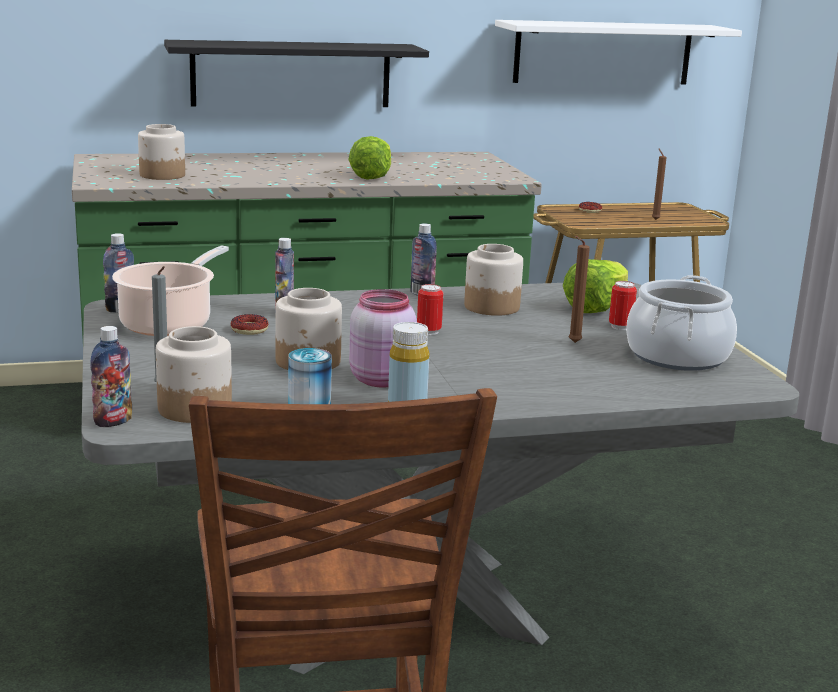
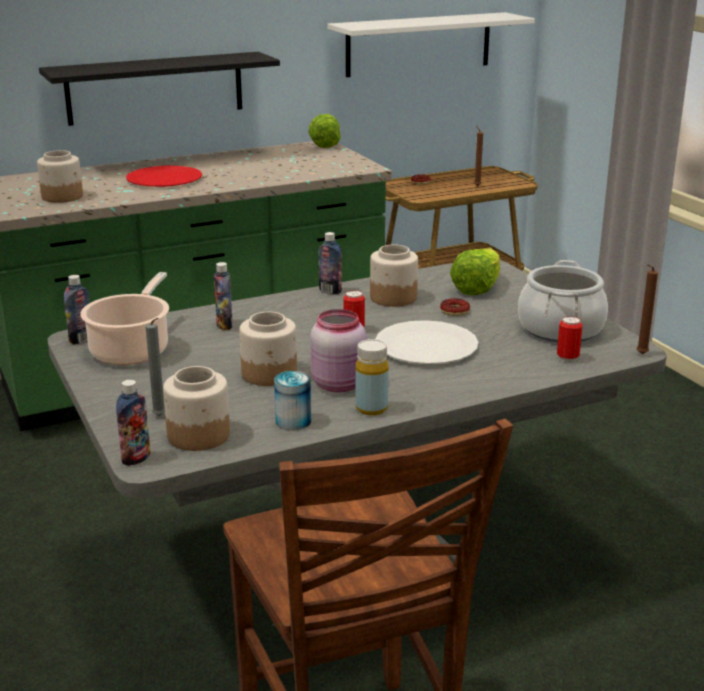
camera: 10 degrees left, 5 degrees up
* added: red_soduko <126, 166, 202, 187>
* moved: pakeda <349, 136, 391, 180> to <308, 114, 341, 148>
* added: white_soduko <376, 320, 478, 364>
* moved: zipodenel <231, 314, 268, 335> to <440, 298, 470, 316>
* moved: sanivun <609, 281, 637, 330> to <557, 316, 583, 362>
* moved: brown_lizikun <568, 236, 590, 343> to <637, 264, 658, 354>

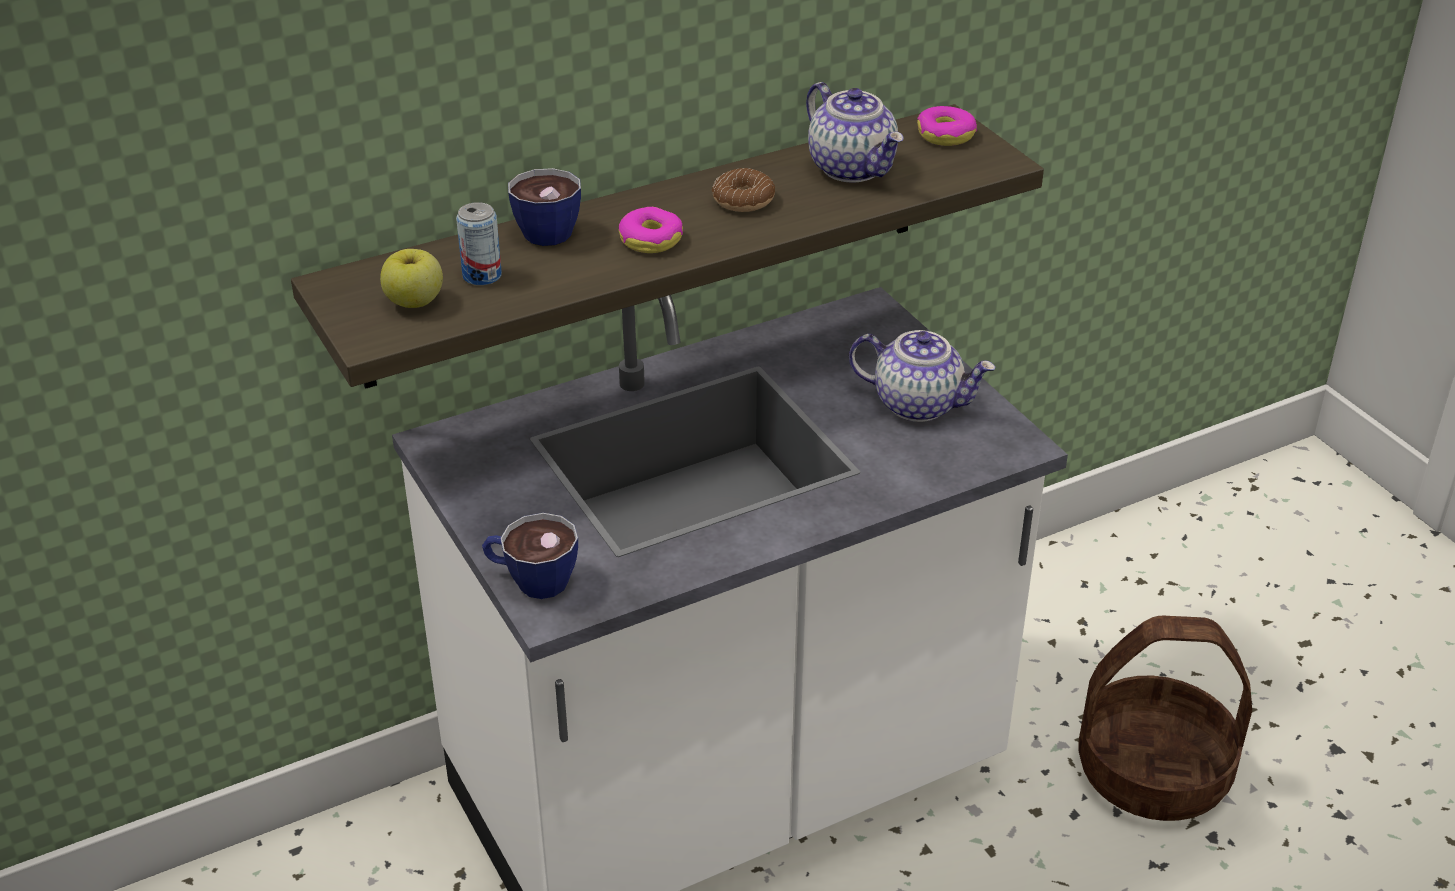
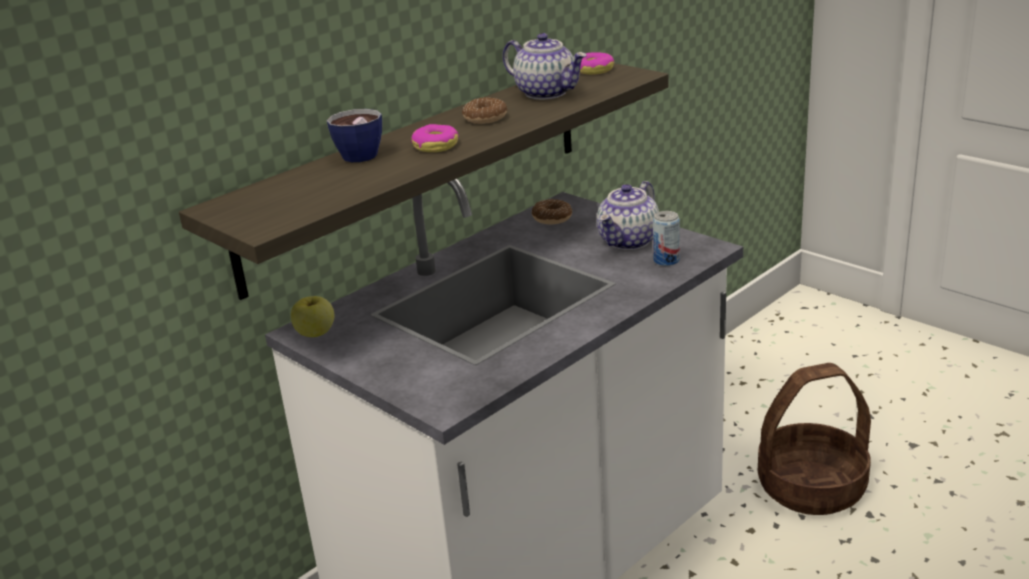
camera: 15 degrees left, 10 degrees down
* moved: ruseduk <380, 249, 443, 308> to <291, 296, 334, 337>
* added: zipodenel <532, 199, 573, 224>
* turned: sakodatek <849, 330, 996, 422> = <597, 181, 659, 250> 120 degrees clockwise
* moved: sanivun <456, 202, 502, 285> to <653, 211, 680, 266>
* removed: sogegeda <482, 513, 578, 599>

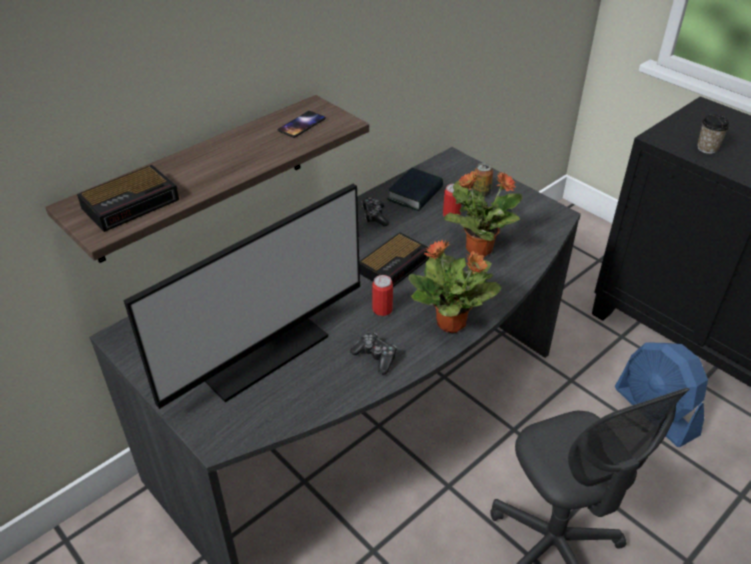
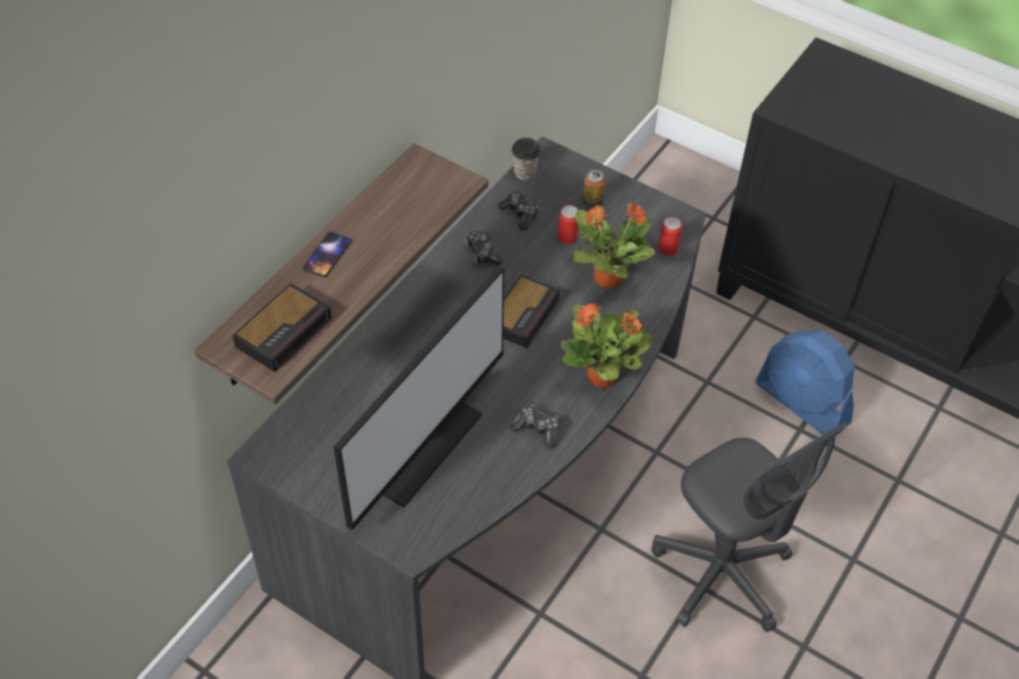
camera: 15 degrees left, 10 degrees up
* moved: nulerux <278, 111, 326, 138> to <302, 232, 352, 278>
* replaced: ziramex <387, 168, 443, 211> to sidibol <498, 191, 539, 230>
* moved: sogegeda <697, 114, 729, 154> to <512, 138, 540, 180>
* moved: sanivun <372, 275, 393, 316> to <658, 217, 682, 256>

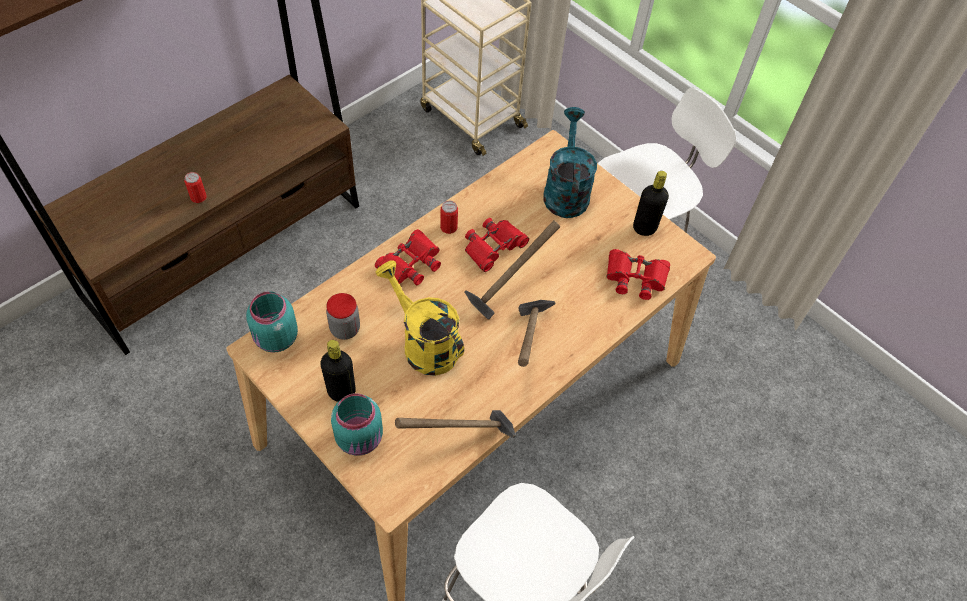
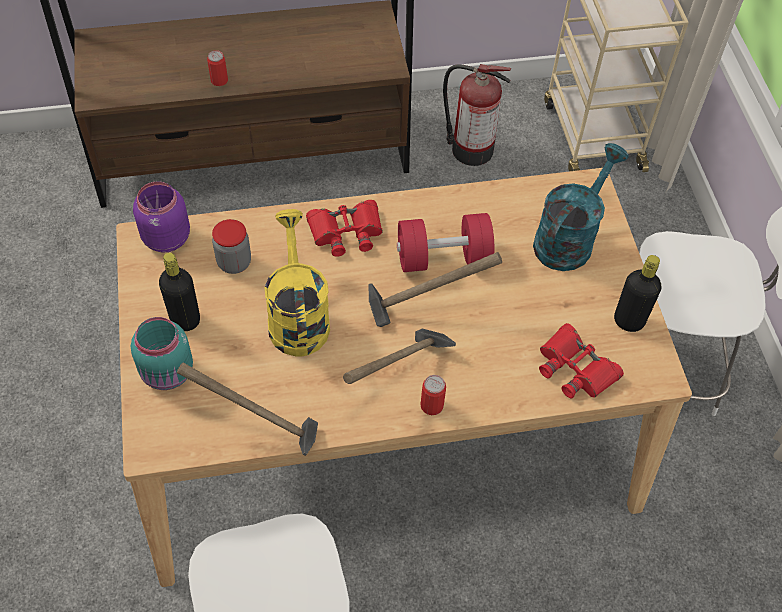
camera: 35 degrees right, 0 degrees up
* recoloured: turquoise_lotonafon <246, 291, 298, 353> to purple_lotonafon <133, 181, 190, 253>
* replaced: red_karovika <465, 218, 529, 272> to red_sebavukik <397, 213, 494, 272>
* moved: sanivun <440, 201, 458, 234> to <420, 375, 446, 415>
* added: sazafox <443, 64, 511, 166>

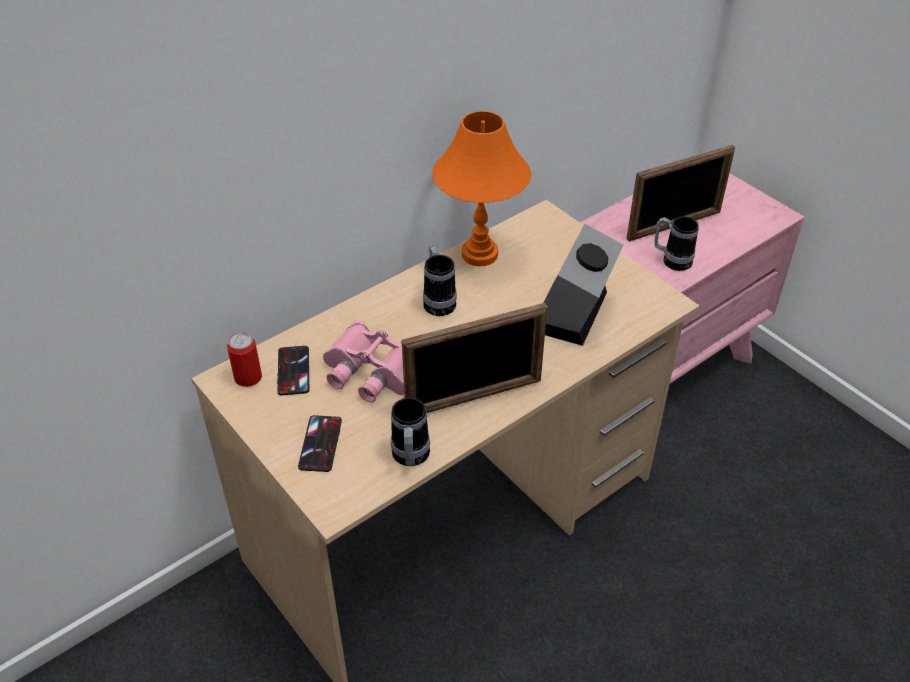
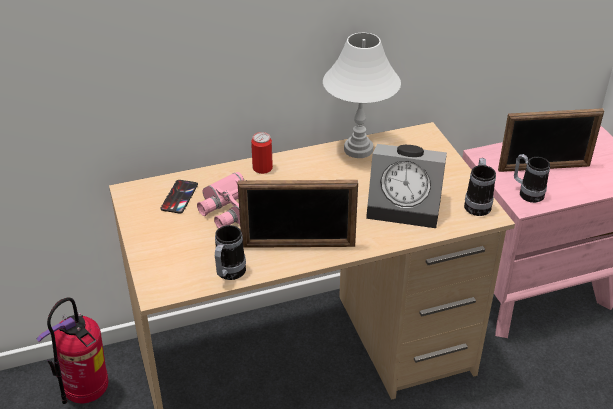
camera: 20 degrees right, 5 degrees down
* added: sazafox <36, 298, 108, 404>
* moved: sanivun <227, 332, 262, 387> to <251, 132, 273, 174>
* recoloured: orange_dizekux <432, 111, 531, 266> to white_dizekux <323, 33, 401, 158>
* turned: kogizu <543, 224, 623, 346> = <366, 144, 447, 228> 120 degrees counterclockwise
* moved: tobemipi <423, 246, 457, 316> to <464, 158, 496, 216>
* removed: nulerux <298, 415, 342, 472>

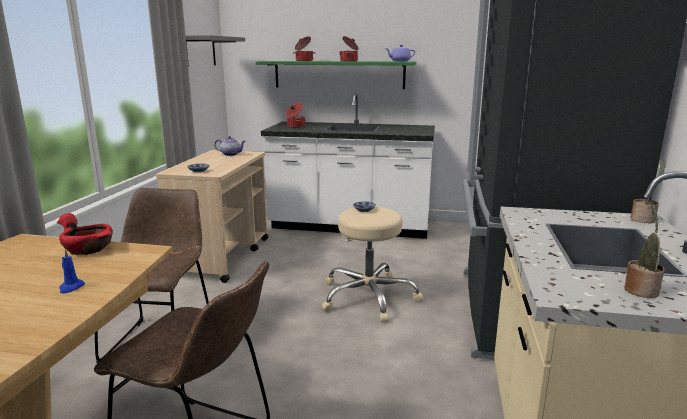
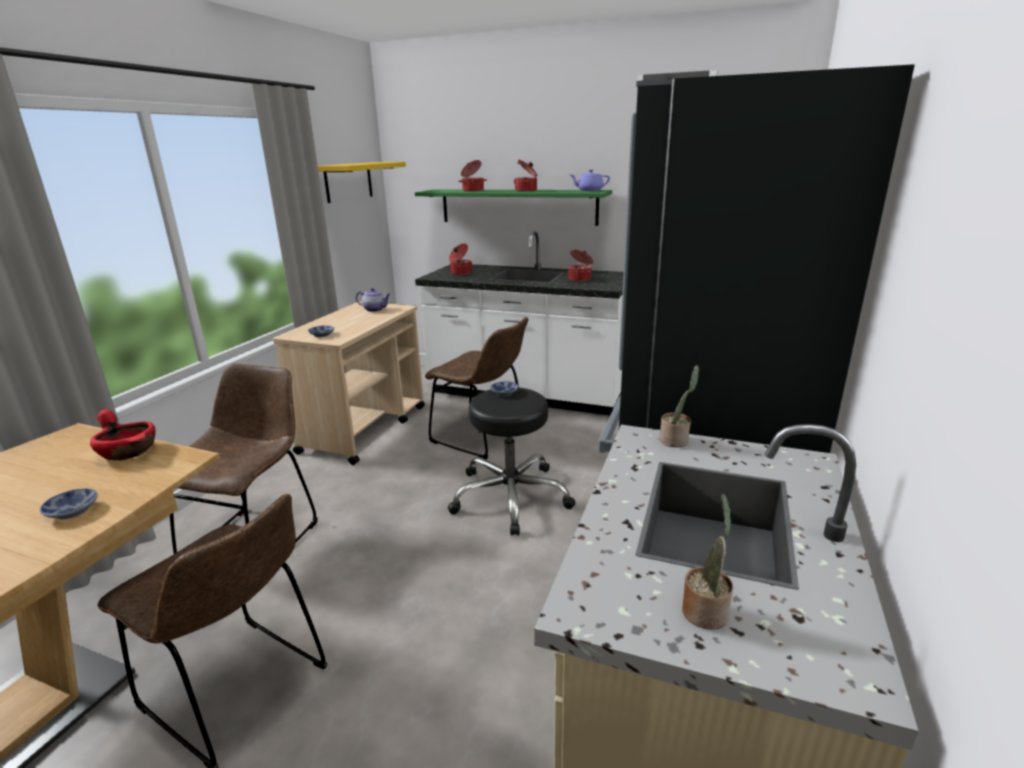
camera: 10 degrees right, 5 degrees up
* replaced: blue_lizikun <59, 249, 85, 293> to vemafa <40, 488, 98, 519>
* recoloured: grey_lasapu <186, 35, 245, 67> to yellow_lasapu <318, 162, 406, 203>
* added: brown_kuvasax <425, 317, 528, 459>
* recoloured: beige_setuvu <322, 207, 423, 323> to black_setuvu <448, 387, 576, 535>
* added: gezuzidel <568, 249, 593, 282>
* moved: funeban <630, 159, 665, 223> to <660, 365, 699, 447>

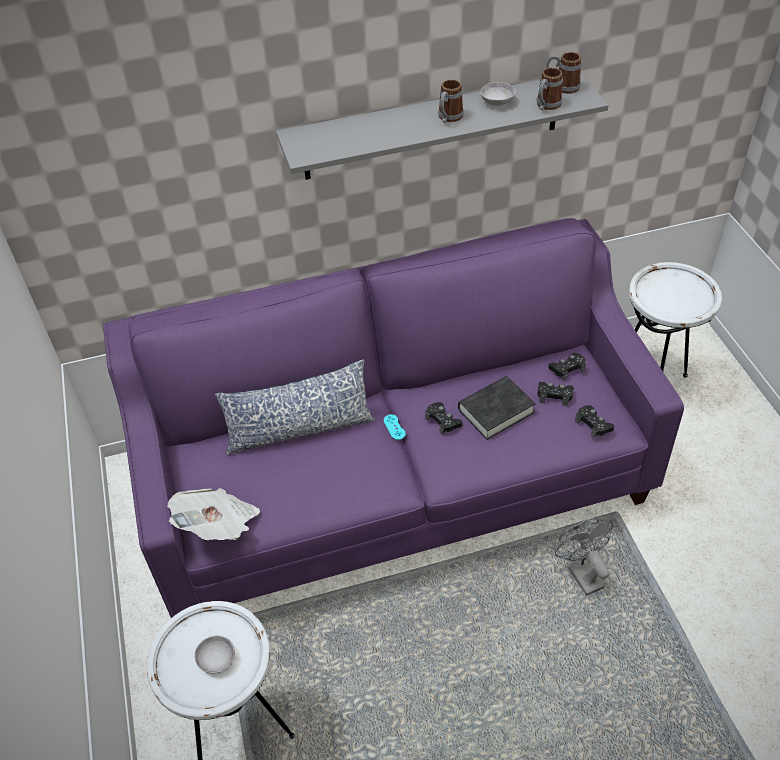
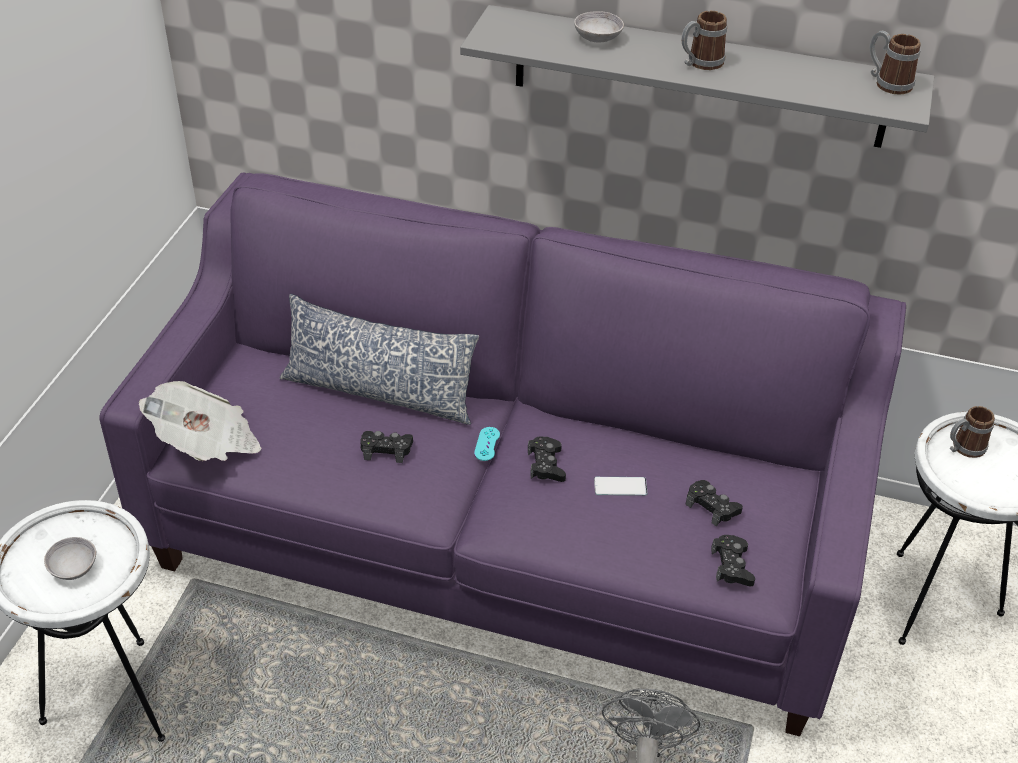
camera: 30 degrees right, 5 degrees down
* moved: black_sidibol <548, 353, 586, 381> to <360, 431, 413, 463>
* moved: grey_vemafa <480, 82, 516, 106> to <574, 11, 624, 43>
* replaced: black_ziramex <458, 376, 536, 440> to nulerux <594, 477, 648, 496>
* moved: tobemipi <537, 68, 563, 110> to <950, 406, 995, 458>

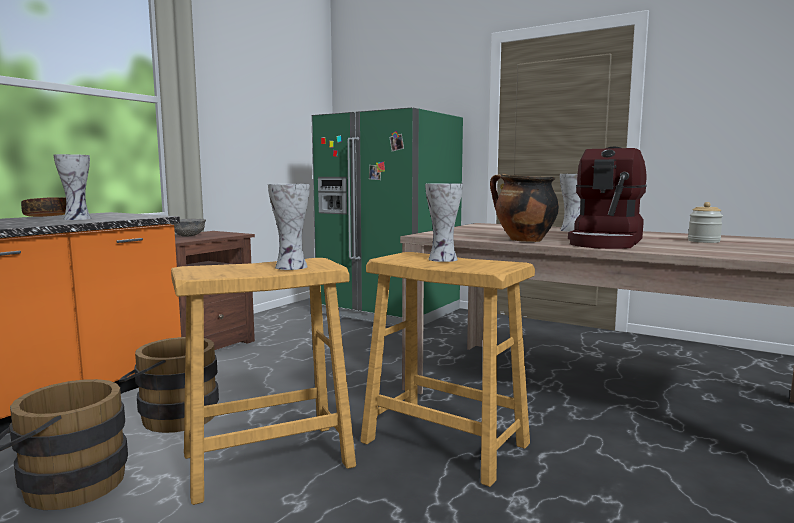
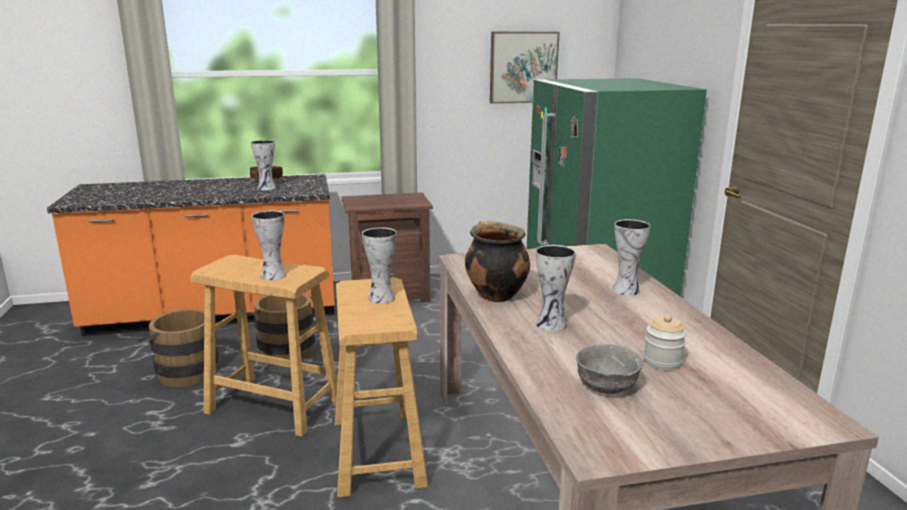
camera: 45 degrees right, 10 degrees up
* added: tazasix <490, 32, 560, 104>
* replaced: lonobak <568, 147, 647, 249> to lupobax <536, 245, 576, 332>
* moved: grey_vemafa <172, 219, 206, 237> to <576, 344, 643, 394>

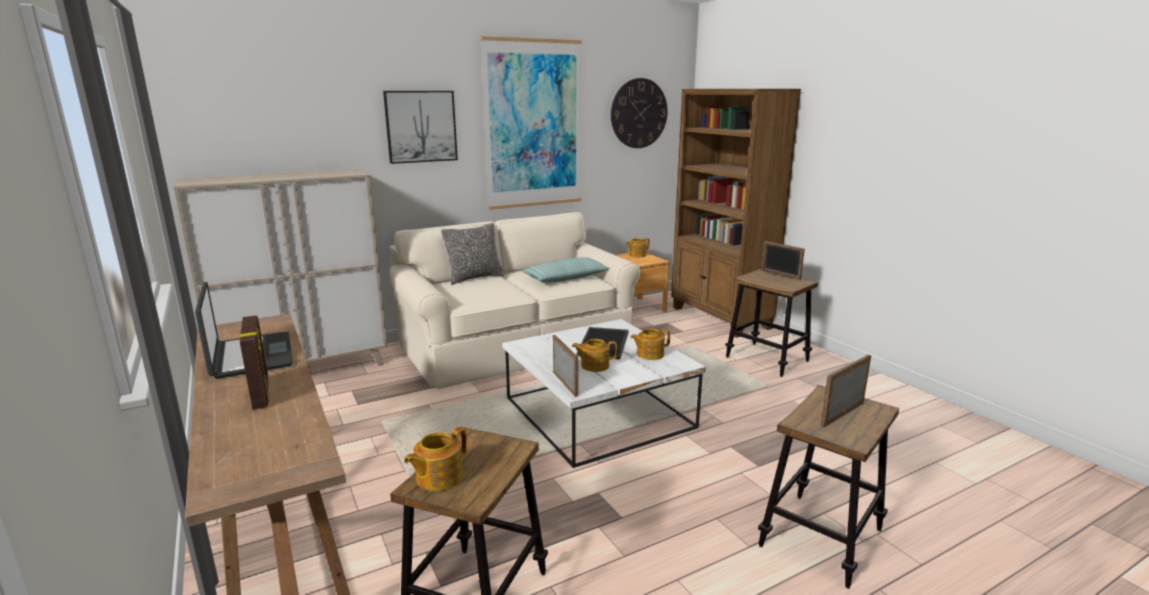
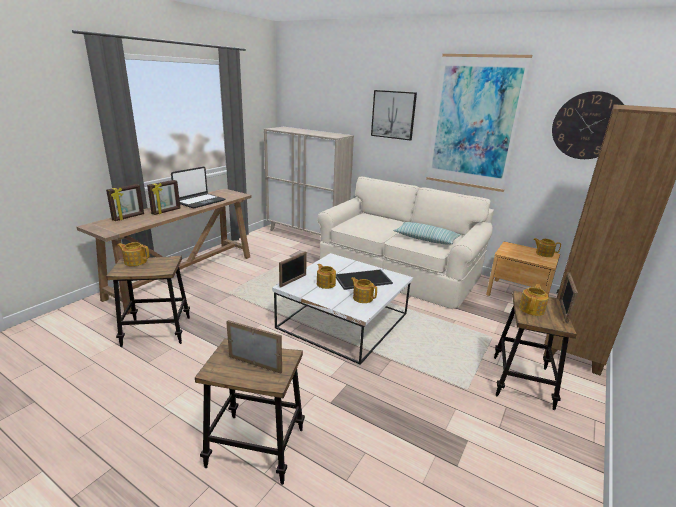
camera: 60 degrees right, 5 degrees up
* added: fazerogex <106, 184, 144, 221>
* added: sakodatek <519, 284, 549, 316>
* removed: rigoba <441, 223, 504, 285>

